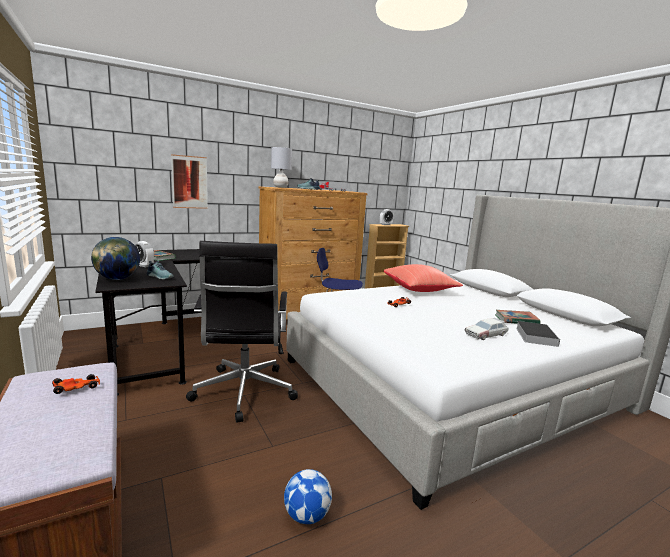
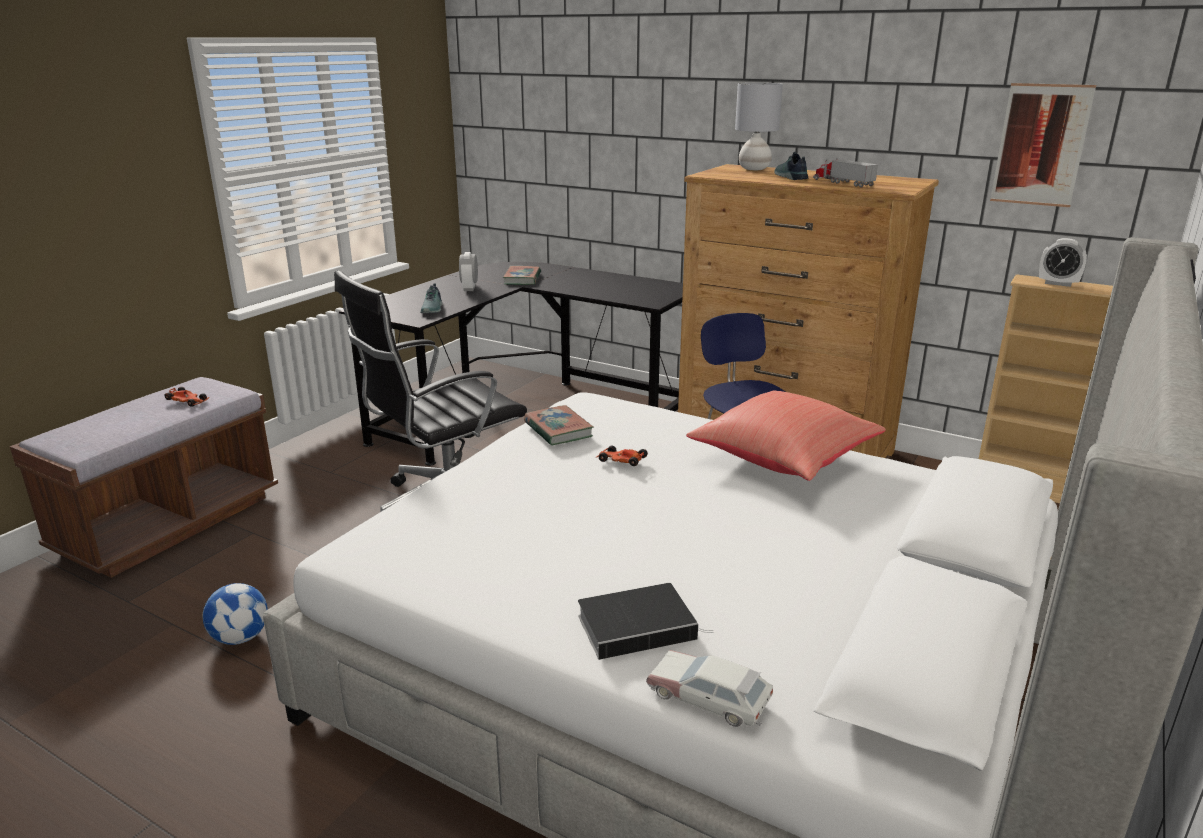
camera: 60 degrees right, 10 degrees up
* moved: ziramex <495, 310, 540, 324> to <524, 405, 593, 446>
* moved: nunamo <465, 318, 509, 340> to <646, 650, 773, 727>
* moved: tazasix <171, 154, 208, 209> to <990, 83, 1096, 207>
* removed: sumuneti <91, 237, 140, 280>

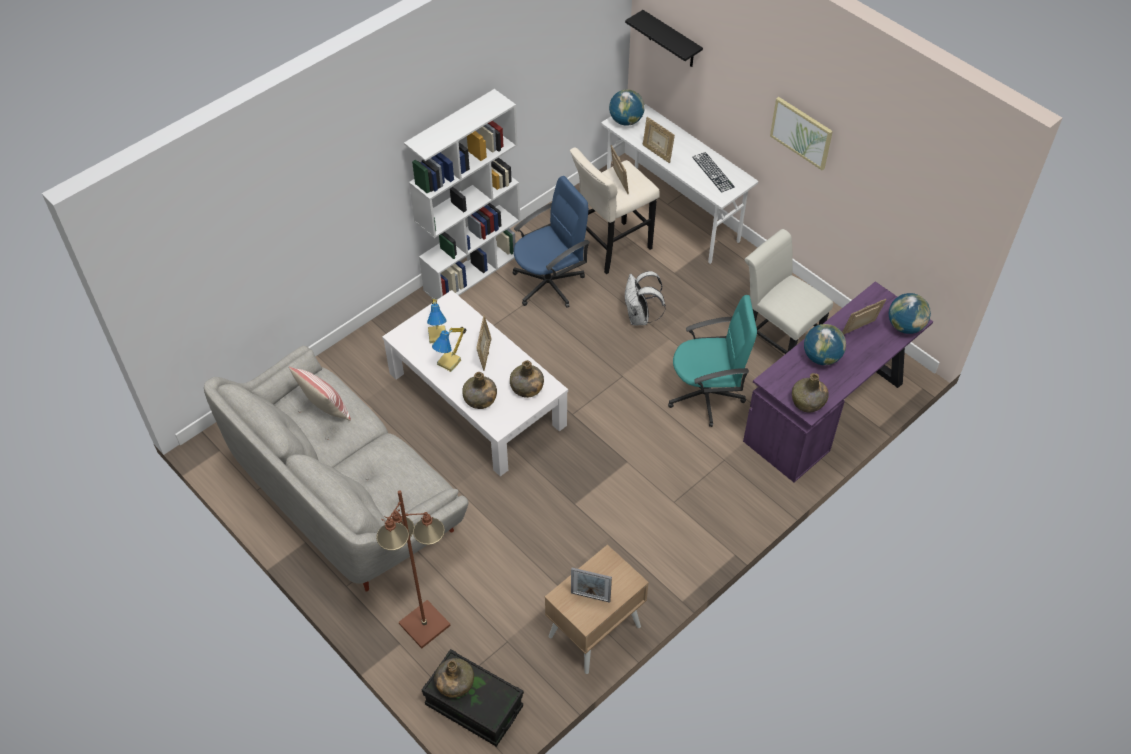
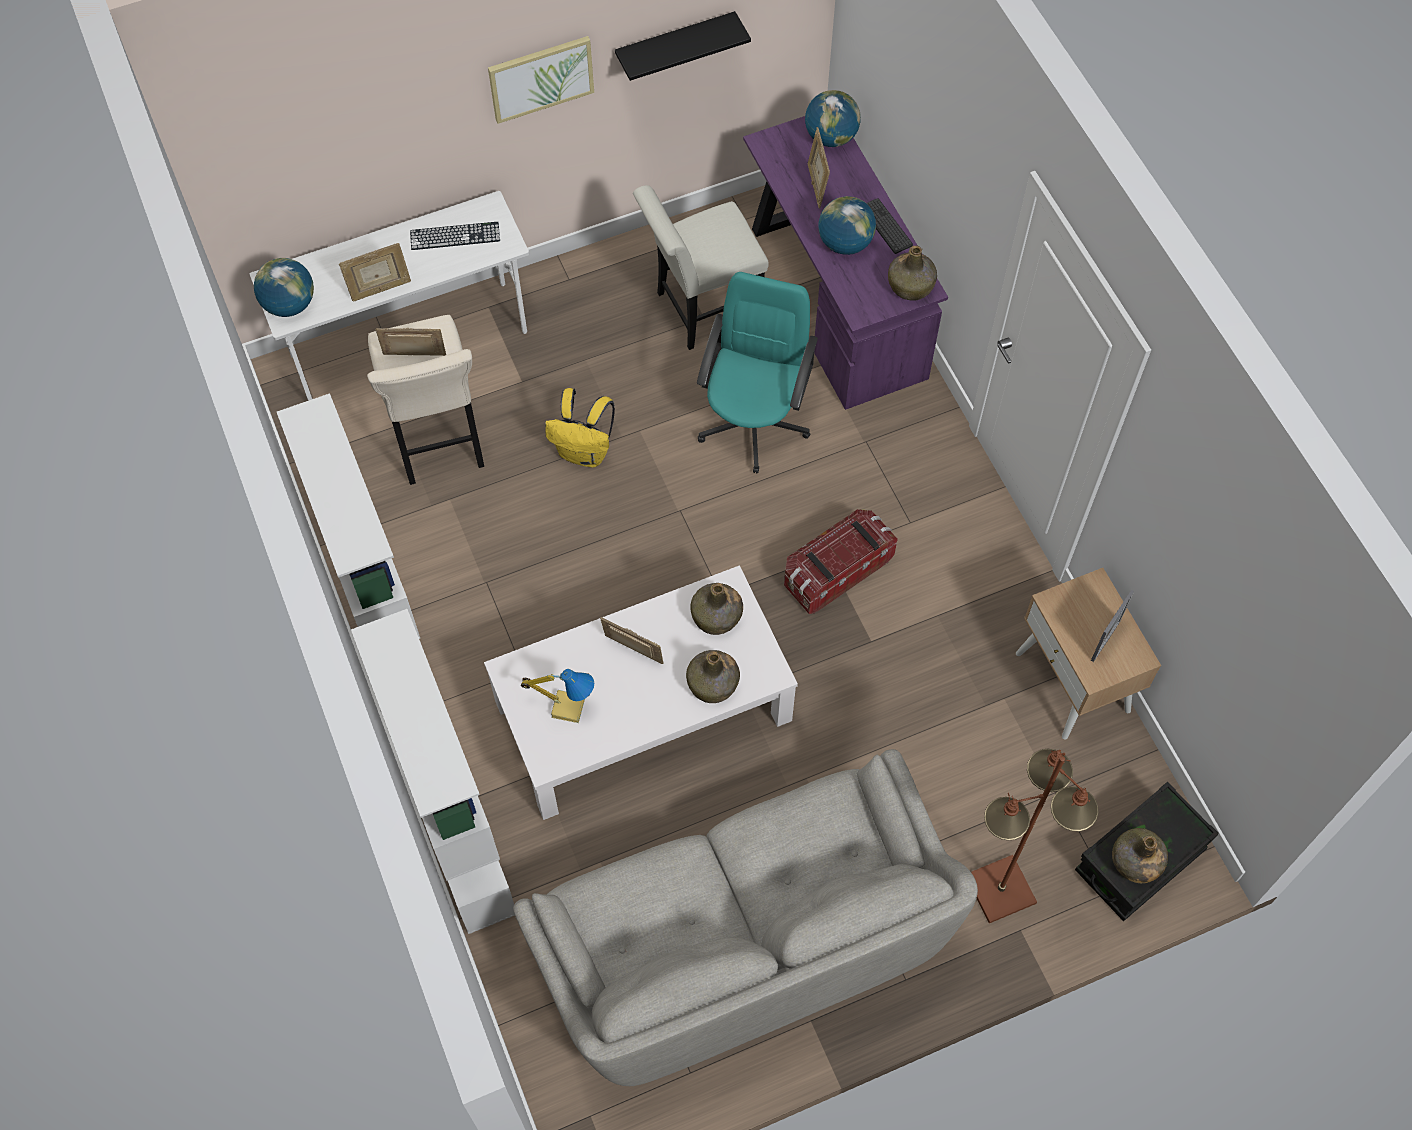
camera: 70 degrees left, 10 degrees up
* added: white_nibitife <351, 609, 515, 934>
* recoloured: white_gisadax <624, 271, 666, 325> to yellow_gisadax <545, 388, 615, 467>
* moved: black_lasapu <625, 10, 703, 67> to <615, 11, 751, 81>
* added: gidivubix <784, 509, 898, 614>
* added: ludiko <867, 198, 913, 254>
* removed: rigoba <289, 366, 351, 421>
* removed: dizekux <432, 327, 466, 372>
* removed: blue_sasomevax <513, 176, 590, 308>

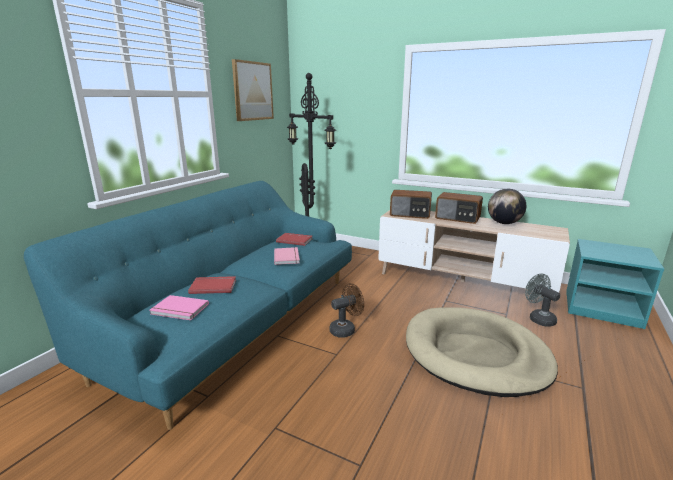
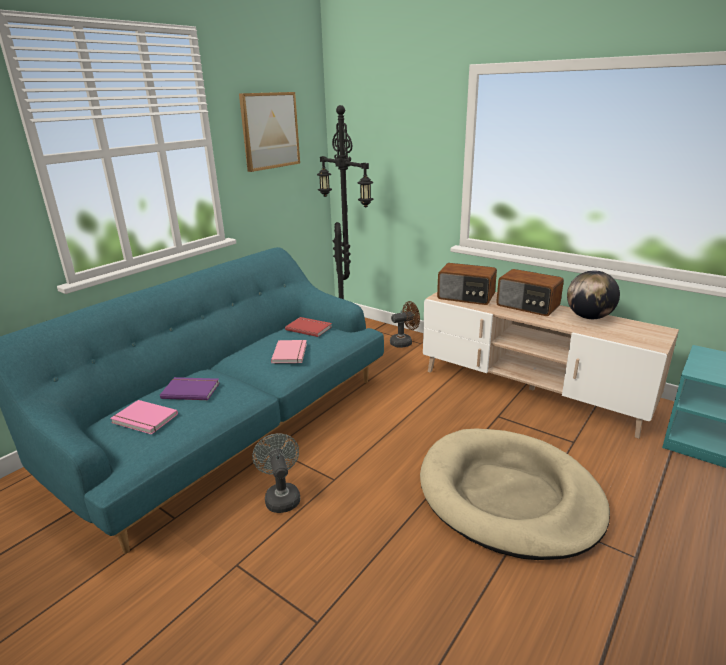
camera: 10 degrees right, 5 degrees up
* recoloured: red_ziramex <188, 276, 236, 294> to purple_ziramex <160, 377, 219, 400>
* moved: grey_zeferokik <525, 273, 560, 327> to <252, 433, 300, 513>
* moved: brown_zeferokik <329, 283, 364, 338> to <390, 301, 420, 348>

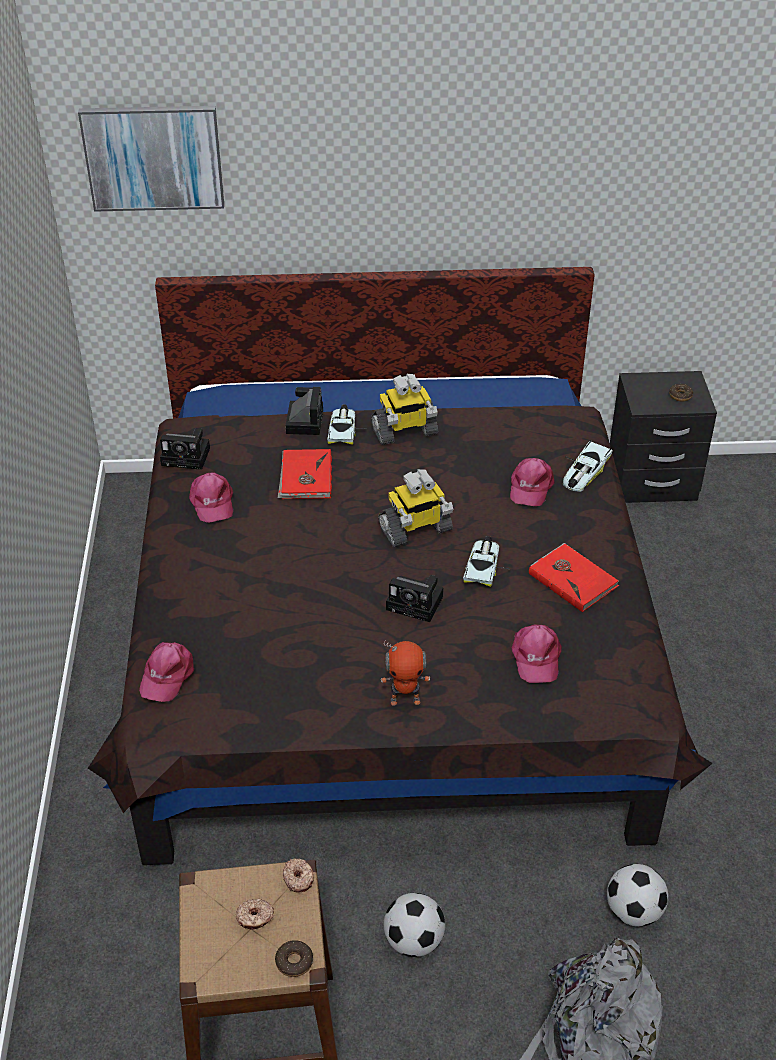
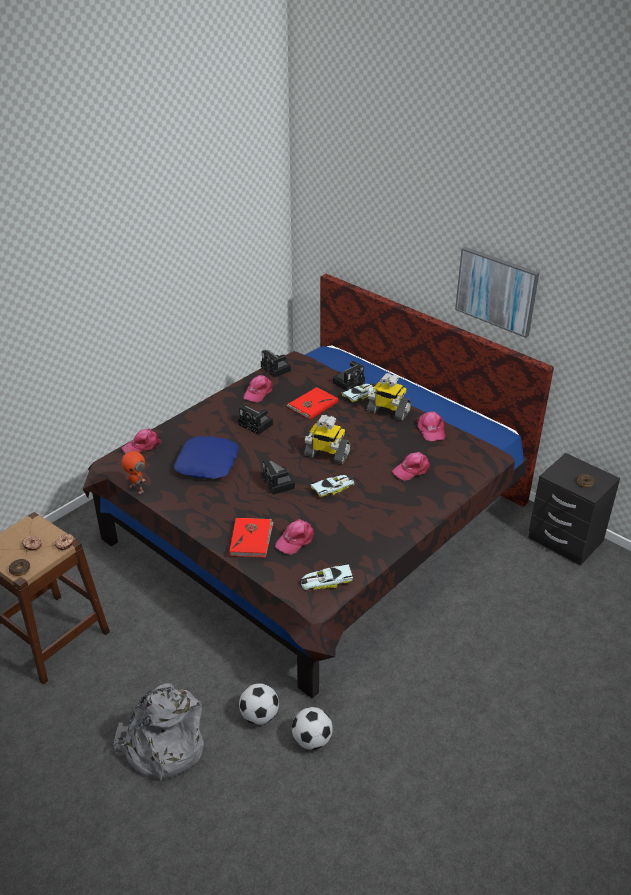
camera: 45 degrees right, 5 degrees down
* moved: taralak <381, 640, 430, 706> to <121, 444, 145, 494>
* added: blue_rigoba <174, 436, 239, 479>
* moved: red_ziramex <529, 543, 619, 612> to <229, 518, 274, 558>
* added: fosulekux <238, 406, 273, 435>
* moved: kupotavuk <384, 893, 445, 957> to <292, 707, 333, 750>
* moved: nunamo <562, 441, 613, 492> to <301, 563, 353, 590>
* added: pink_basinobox <417, 411, 445, 441>
* moved: tazasix <78, 106, 224, 212> to <455, 247, 539, 338>

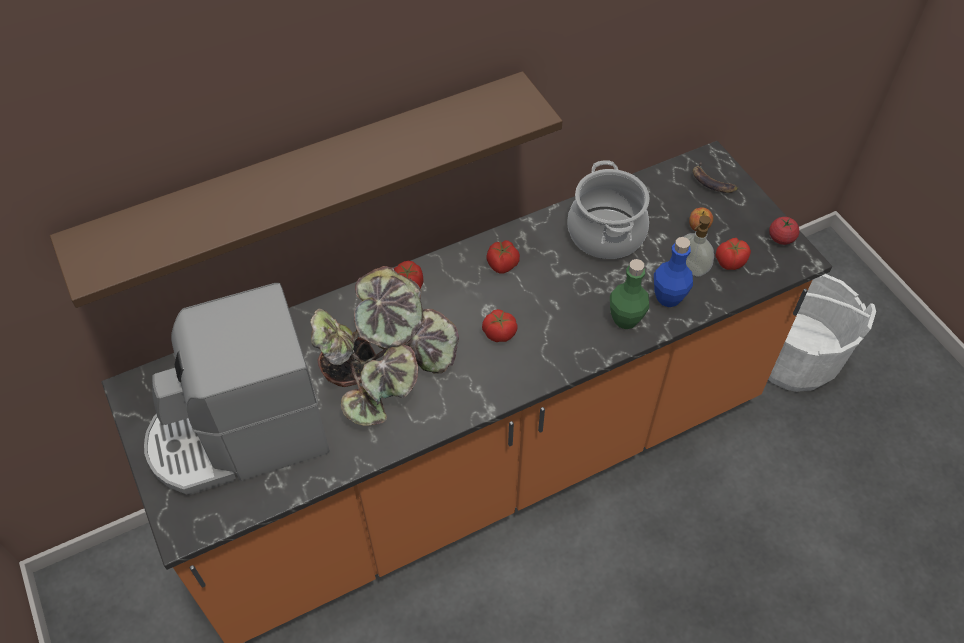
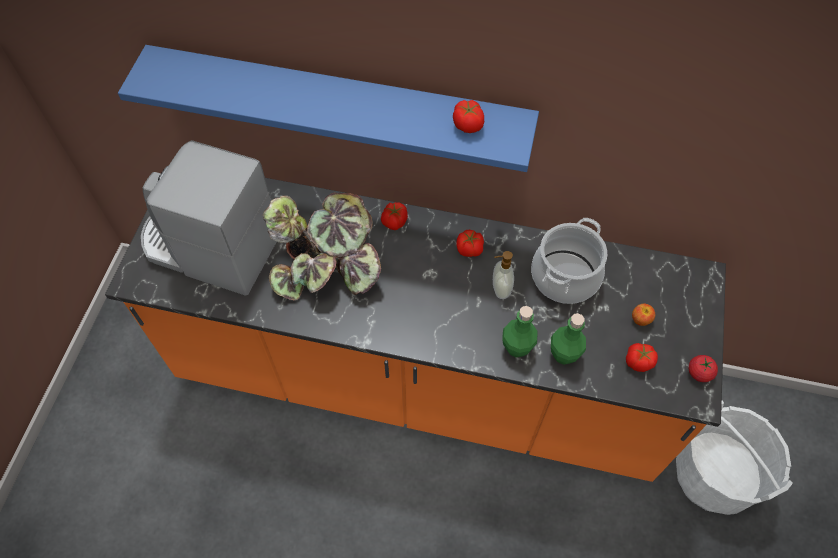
camera: 40 degrees right, 5 degrees up
* recoloured: brown_lasapu <50, 71, 563, 308> to blue_lasapu <118, 45, 539, 172>
* moved: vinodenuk <482, 309, 518, 342> to <453, 100, 484, 133>
* moved: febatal <684, 215, 714, 277> to <493, 251, 514, 299>
* recoloured: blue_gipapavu <654, 237, 693, 307> to green_gipapavu <551, 313, 586, 365>
* removed: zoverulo <693, 162, 738, 193>

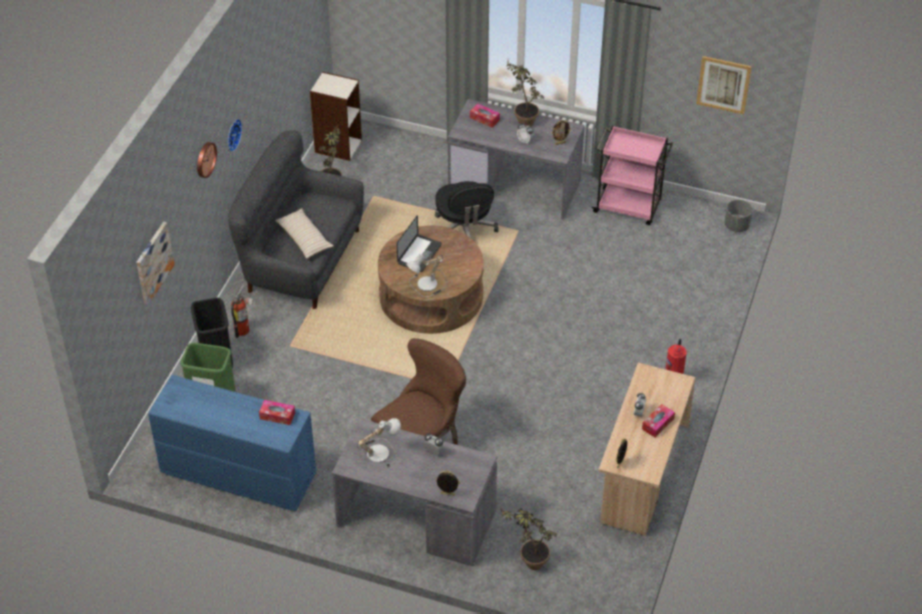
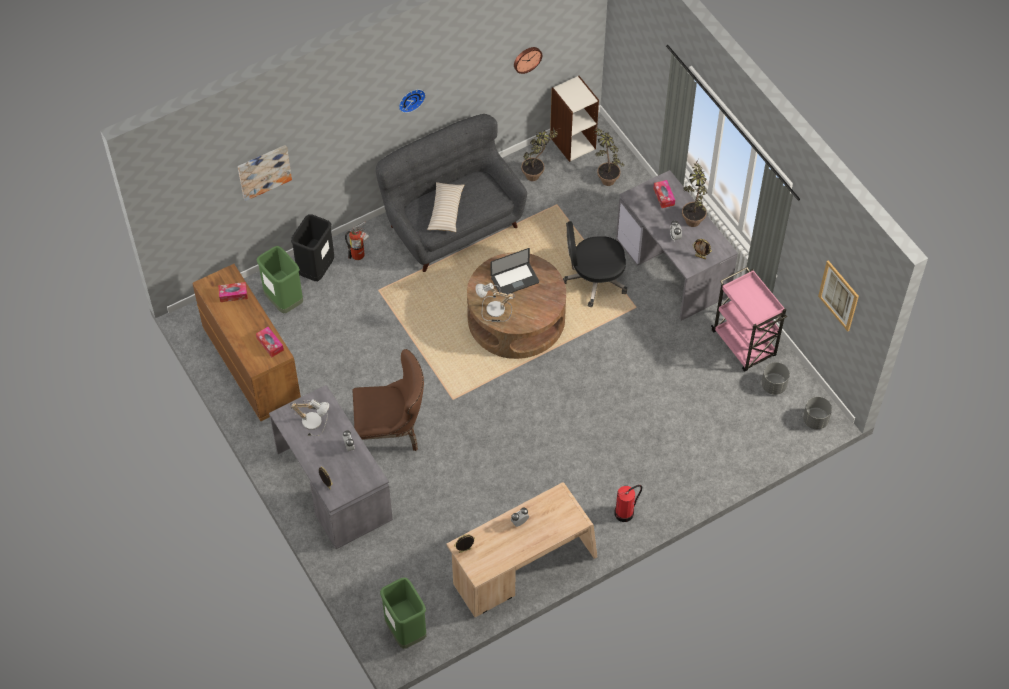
camera: 40 degrees right, 10 degrees up
* recoloured: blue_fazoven <148, 375, 316, 511> to brown_fazoven <192, 264, 301, 421>
* moved: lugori <642, 404, 675, 437> to <218, 282, 248, 302>
* added: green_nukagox <380, 577, 427, 649>
* moved: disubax <197, 142, 217, 178> to <514, 47, 542, 74>
* turned: black_sasomevax <435, 181, 499, 239> = <563, 221, 627, 307> 60 degrees clockwise
* moved: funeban <499, 505, 557, 570> to <594, 124, 624, 186>
* added: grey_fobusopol <761, 362, 790, 395>

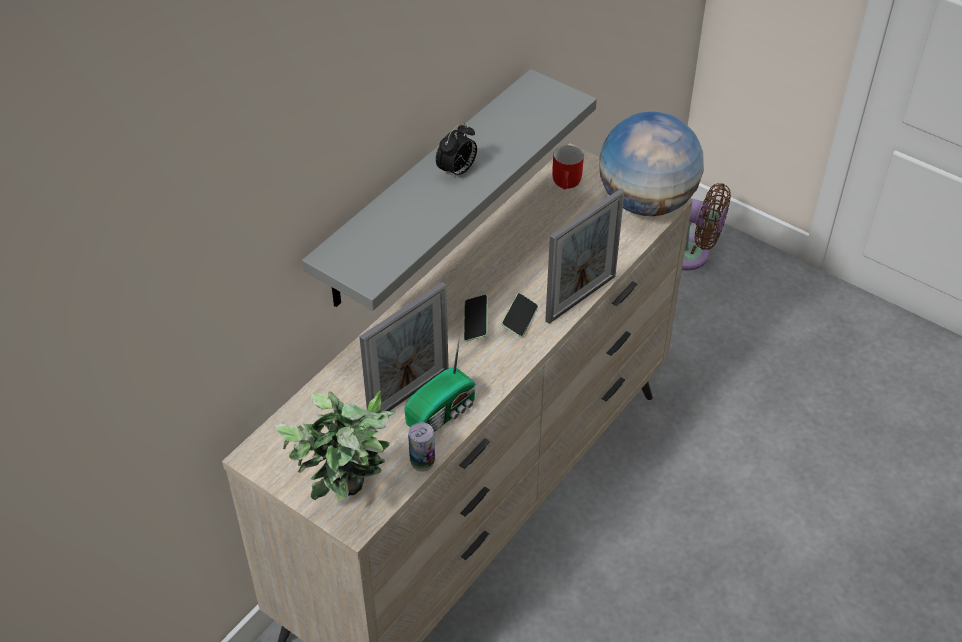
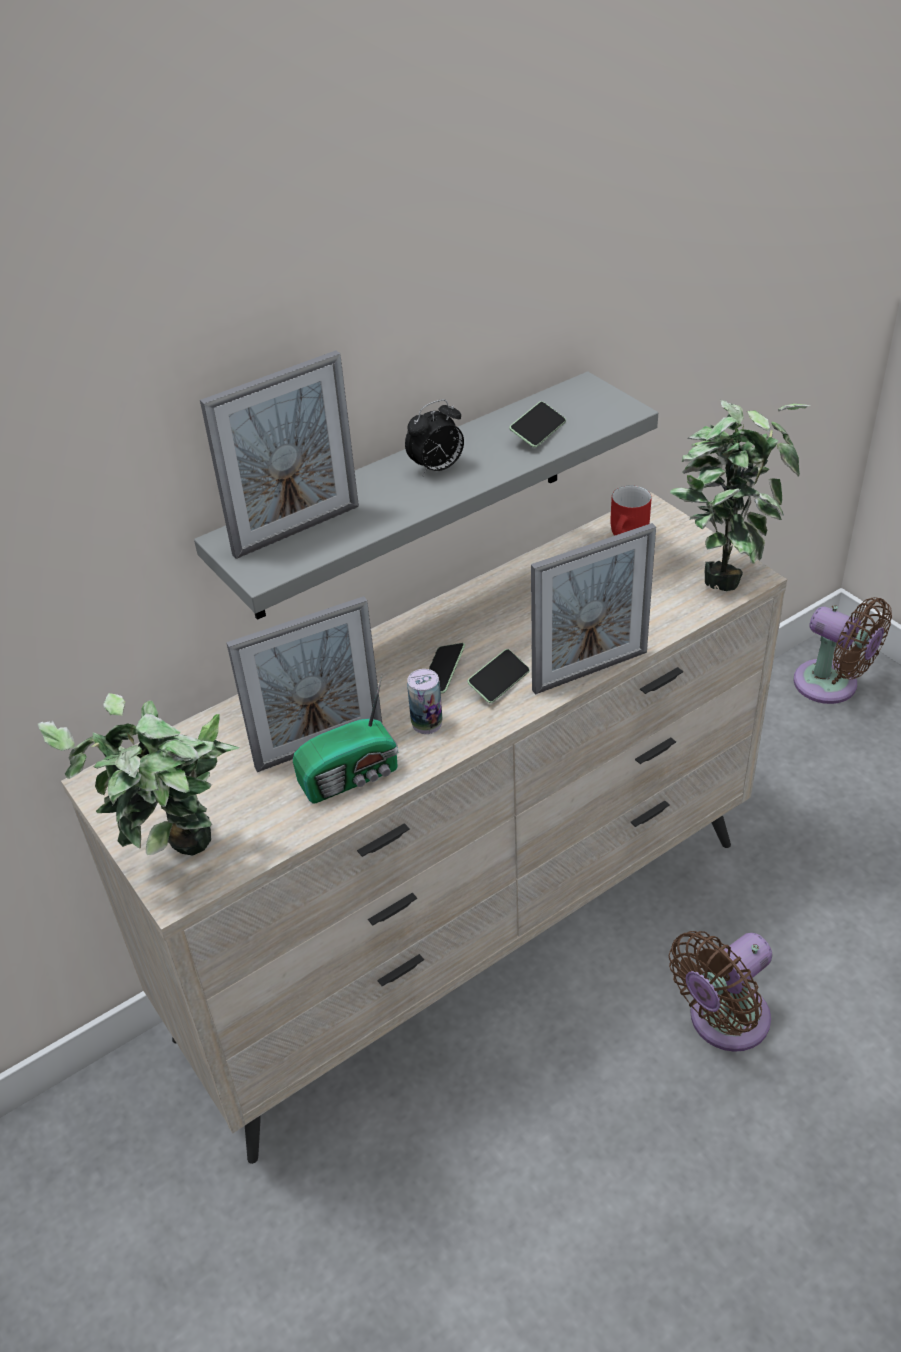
camera: 20 degrees right, 5 degrees down
* added: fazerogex <200, 350, 359, 559>
* moved: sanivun <408, 422, 435, 472> to <407, 669, 442, 734>
* added: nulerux <509, 401, 566, 448>
* added: brown_zeferokik <669, 931, 772, 1052>
* replaced: sumuneti <599, 111, 704, 216> to funeban <670, 400, 811, 591>

